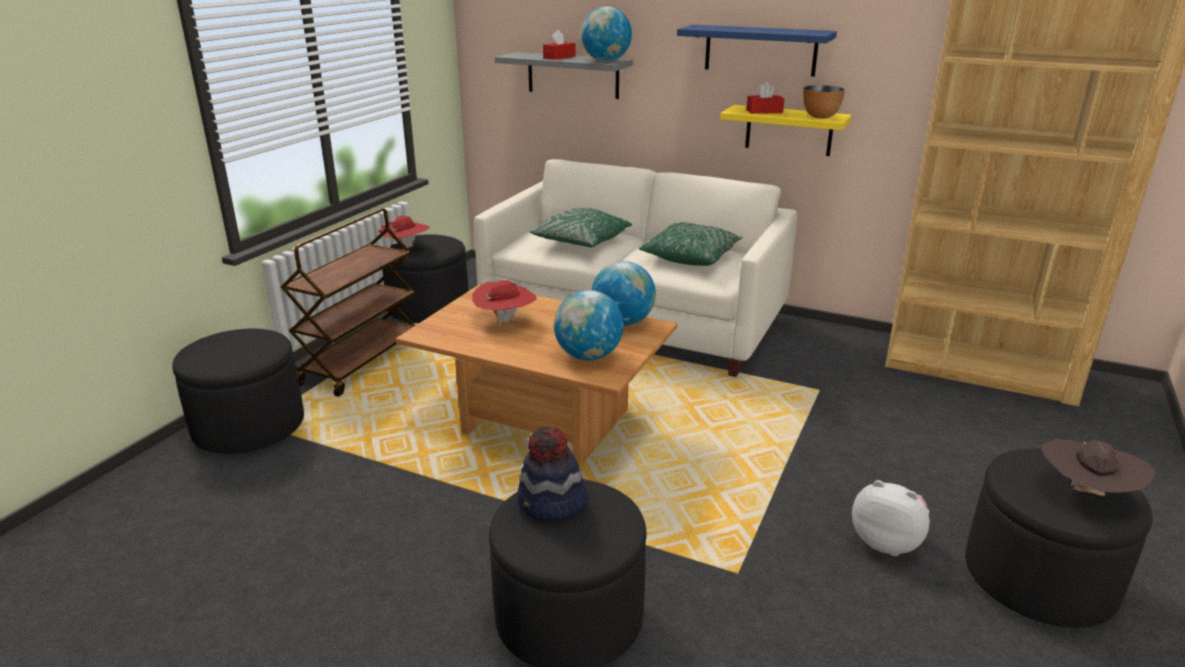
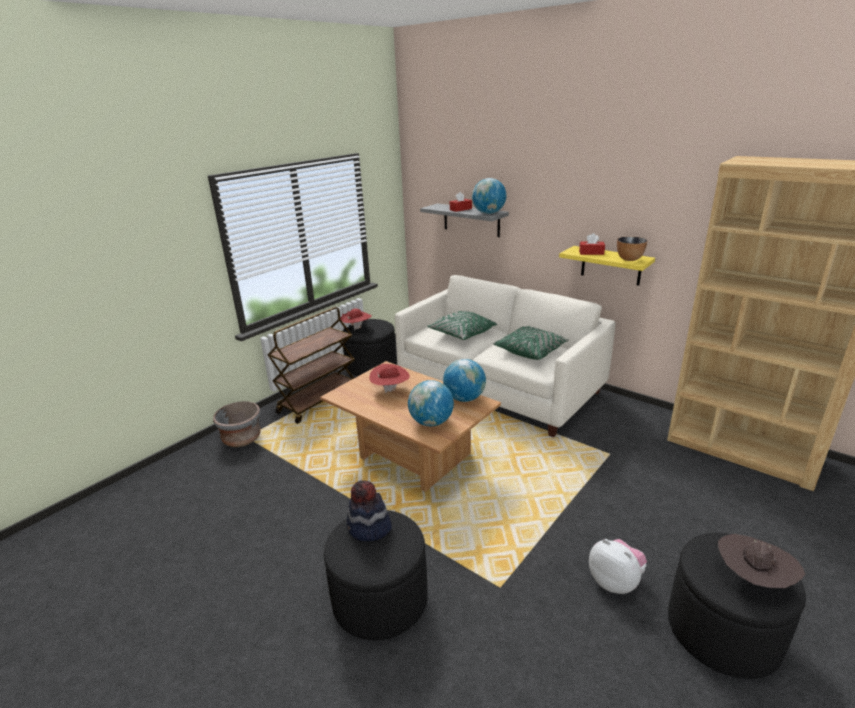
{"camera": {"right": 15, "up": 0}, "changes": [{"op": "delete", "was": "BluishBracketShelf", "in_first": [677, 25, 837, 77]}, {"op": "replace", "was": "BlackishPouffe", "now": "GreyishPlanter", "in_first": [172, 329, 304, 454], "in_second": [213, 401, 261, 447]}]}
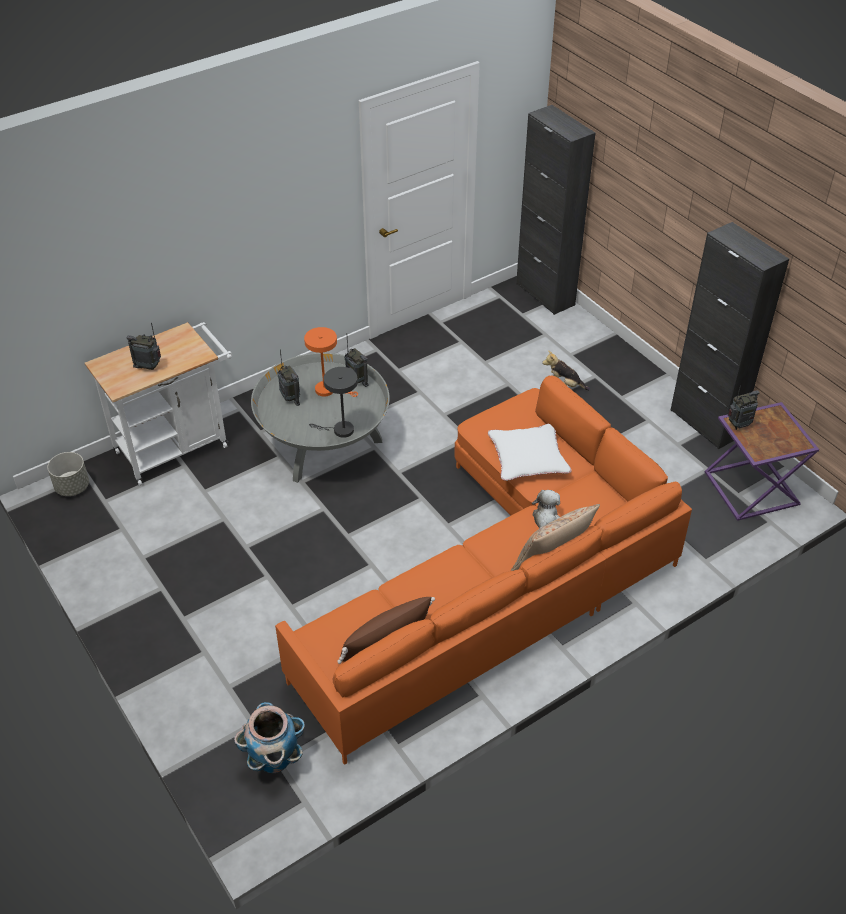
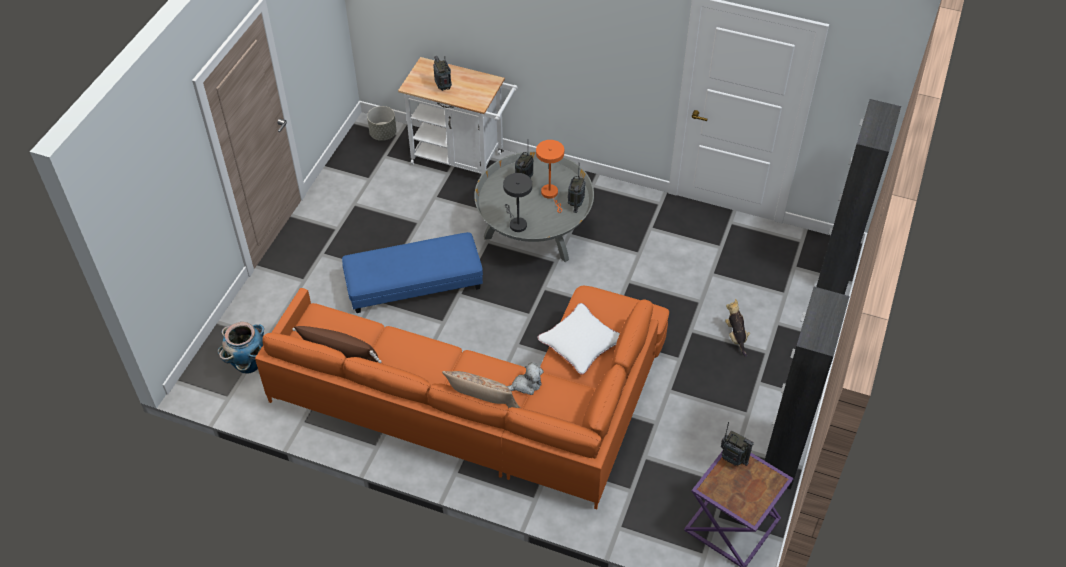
{"camera": {"right": 55, "up": 5}, "changes": [{"op": "insert", "now": "BluishPouffe", "in_second": [342, 232, 483, 313]}]}
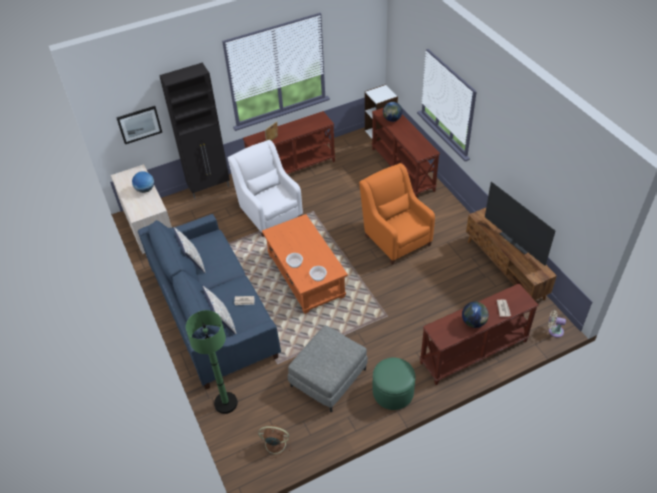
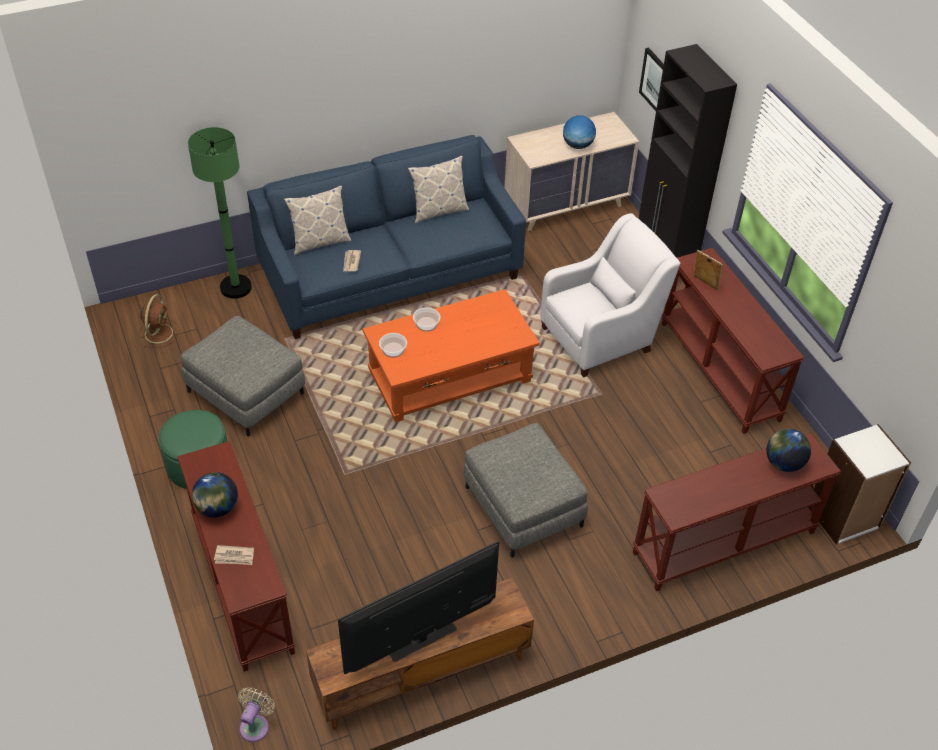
{"camera": {"right": 90, "up": 0}, "changes": [{"op": "replace", "was": "OrangeLoungeChair", "now": "GreyishPouffe", "in_first": [359, 163, 435, 265], "in_second": [464, 423, 588, 558]}]}
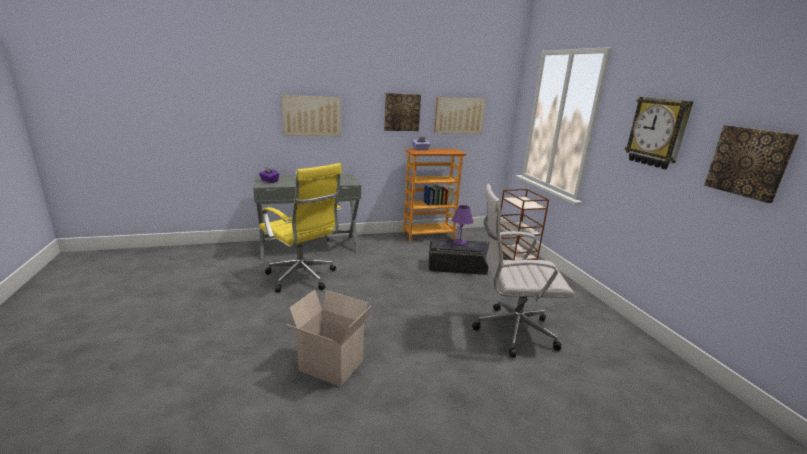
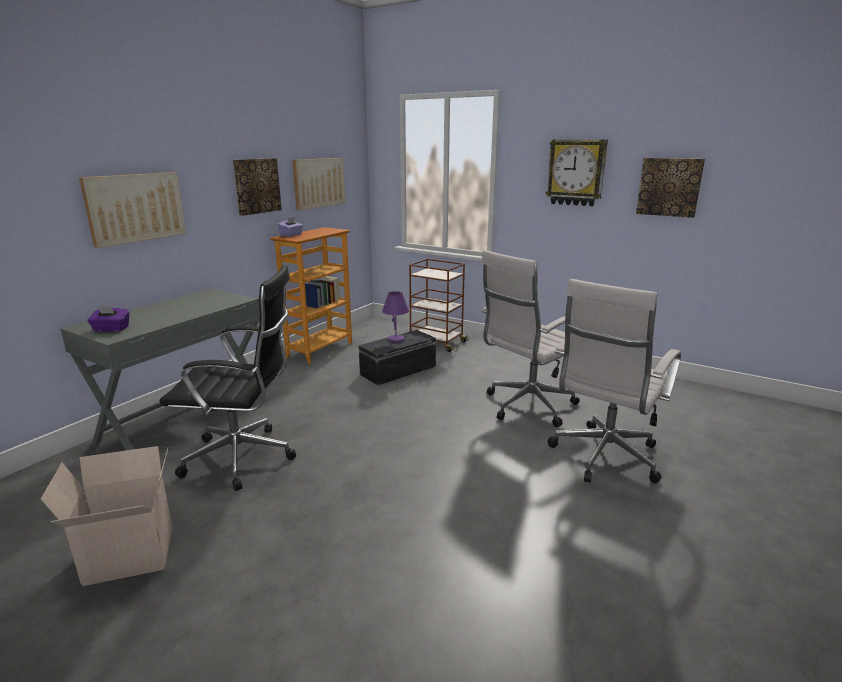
{"camera": {"right": -40, "up": 0}, "changes": [{"op": "recolor", "was": "YellowColouredOfficeChair", "now": "BlackishOfficeChair", "in_first": [259, 163, 342, 292], "in_second": [160, 265, 296, 491]}, {"op": "move", "was": "CardboardBox", "in_first": [286, 289, 371, 387], "in_second": [41, 446, 173, 586]}, {"op": "insert", "now": "WhiteColouredOfficeChair", "in_second": [548, 279, 682, 483]}]}
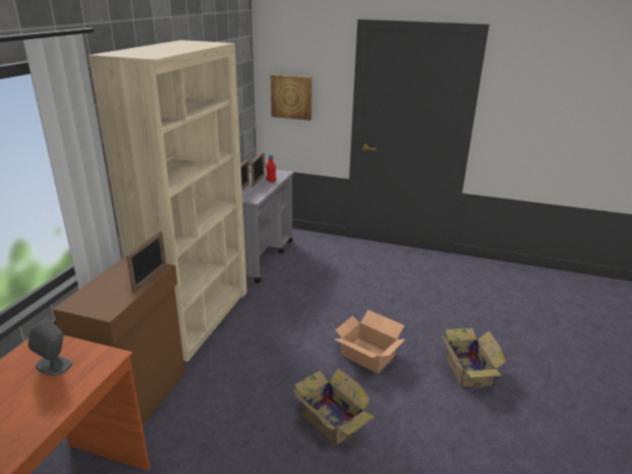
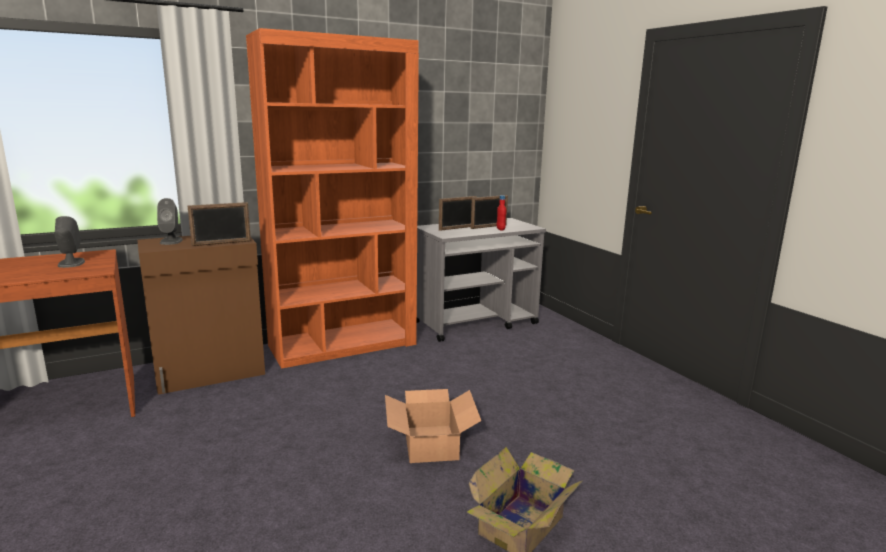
{"camera": {"right": 45, "up": -10}, "changes": [{"op": "recolor", "was": "SandColouredBookshelf", "now": "OrangeBookshelf", "in_first": [88, 40, 247, 362], "in_second": [246, 28, 419, 369]}, {"op": "delete", "was": "WallPicture", "in_first": [271, 74, 312, 120]}, {"op": "delete", "was": "CardboardBox", "in_first": [293, 368, 374, 446]}, {"op": "insert", "now": "GreyishAudioSpeaker", "in_second": [157, 198, 183, 245]}]}
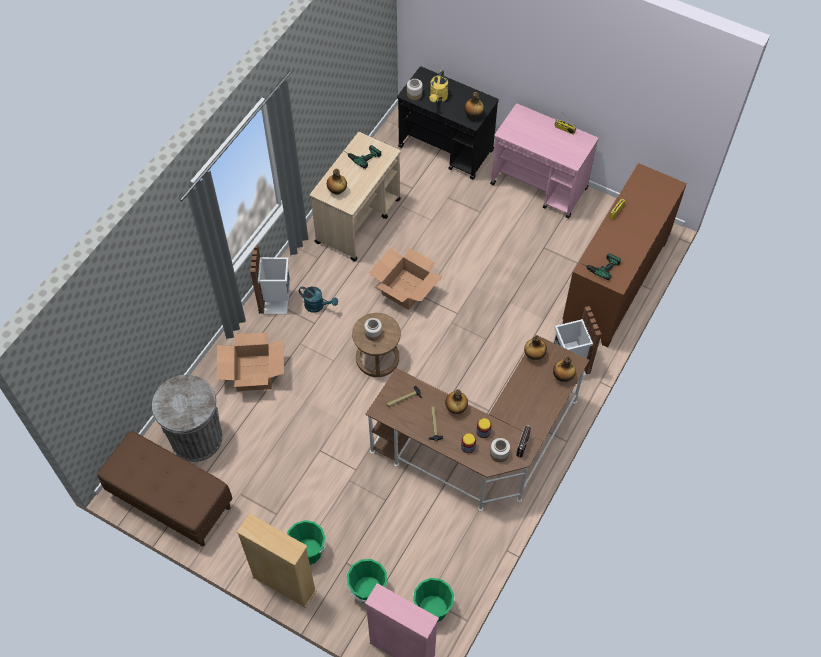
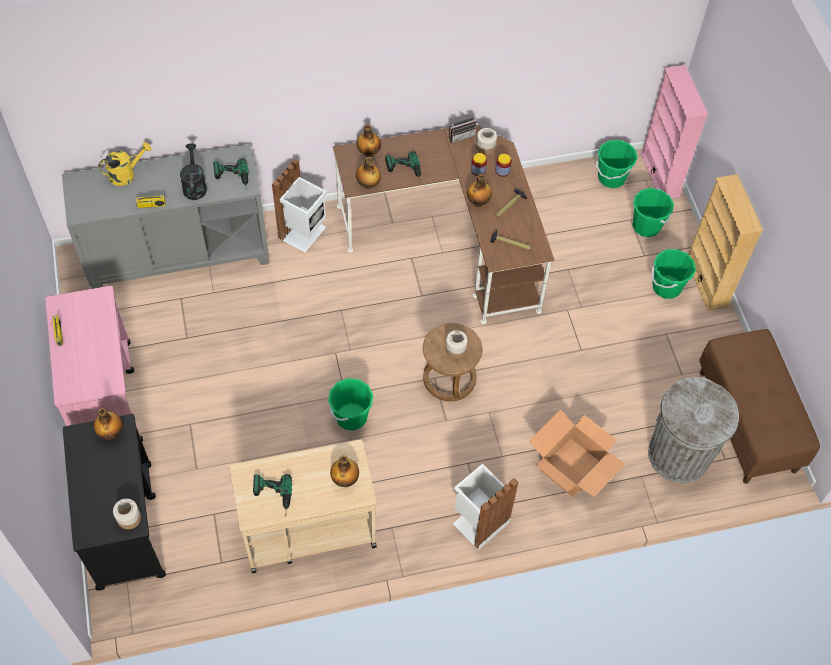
{"camera": {"right": -135, "up": 0}, "changes": [{"op": "move", "was": "YellowColouredWateringPot", "in_first": [429, 70, 448, 103], "in_second": [98, 142, 152, 186]}, {"op": "recolor", "was": "BrownColouredCupboard", "now": "GreyishCupboard", "in_first": [563, 163, 687, 348], "in_second": [62, 144, 269, 289]}, {"op": "replace", "was": "CardboardBox", "now": "GreenishWaterBucket", "in_first": [369, 248, 442, 310], "in_second": [328, 378, 373, 431]}, {"op": "delete", "was": "TurquoiseColouredWateringPot", "in_first": [299, 286, 338, 313]}, {"op": "insert", "now": "BlackishWateringPot", "in_second": [180, 143, 207, 200]}, {"op": "insert", "now": "ElectricDrill", "in_second": [385, 151, 421, 180]}]}
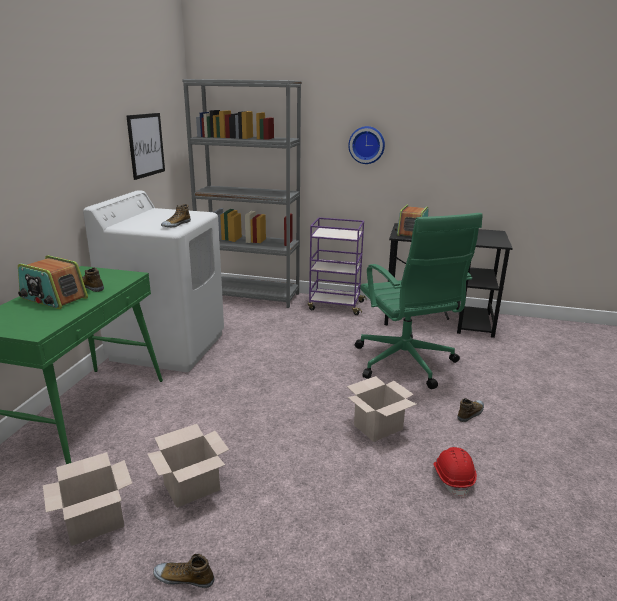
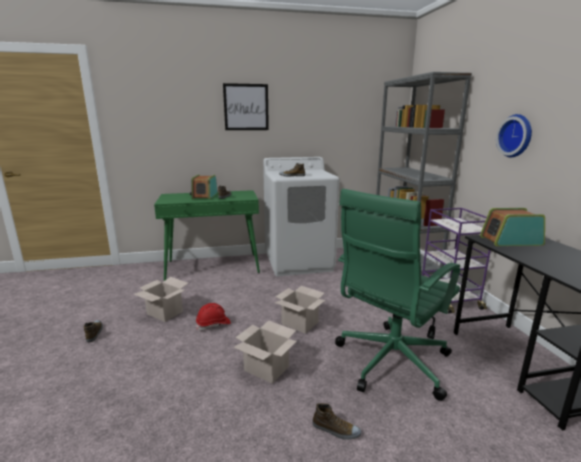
{"camera": {"right": 65, "up": -5}, "changes": [{"op": "move", "was": "WallPicture", "in_first": [126, 113, 165, 180], "in_second": [223, 83, 269, 130]}, {"op": "move", "was": "RedColouredSafetyHelmet", "in_first": [433, 447, 477, 497], "in_second": [196, 303, 231, 330]}, {"op": "move", "was": "CardboardBox", "in_first": [43, 452, 133, 546], "in_second": [275, 286, 326, 334]}]}
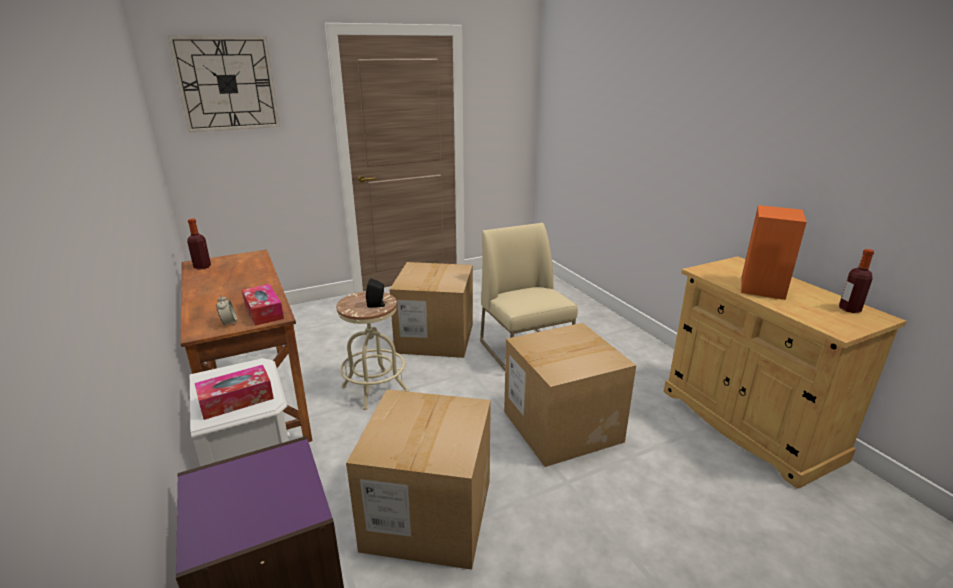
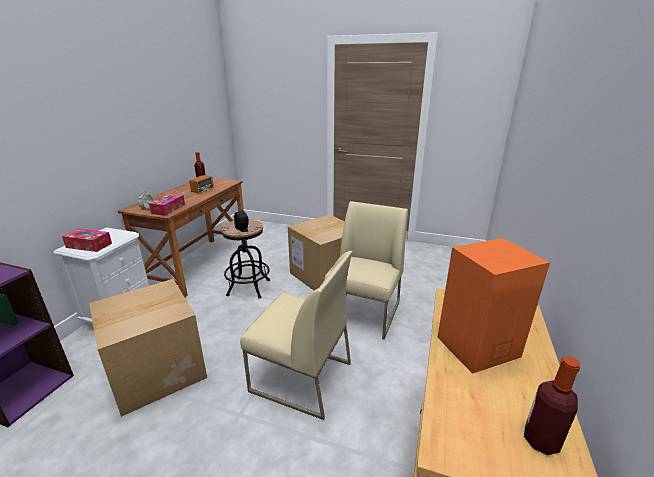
{"camera": {"right": 45, "up": 0}, "changes": [{"op": "delete", "was": "ClockOnTheWall", "in_first": [168, 36, 280, 132]}, {"op": "recolor", "was": "SandColouredStool", "now": "BlackishStool", "in_first": [336, 291, 409, 410], "in_second": [221, 219, 270, 299]}, {"op": "replace", "was": "CardboardBox", "now": "SandColouredPlainChair", "in_first": [504, 323, 636, 467], "in_second": [240, 251, 352, 420]}, {"op": "insert", "now": "RadioReceiver", "in_second": [168, 175, 214, 195]}]}
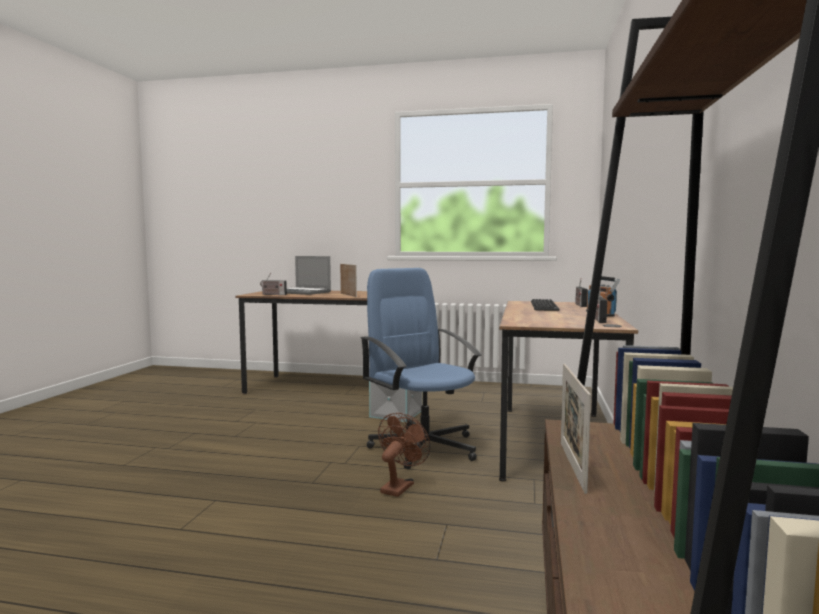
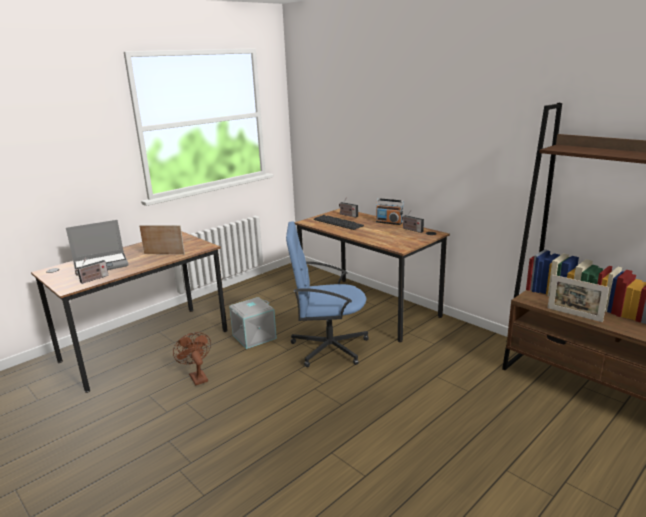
{"camera": {"right": -55, "up": 15}, "changes": [{"op": "move", "was": "BrownColouredCoolingFan", "in_first": [378, 413, 430, 497], "in_second": [173, 332, 211, 386]}]}
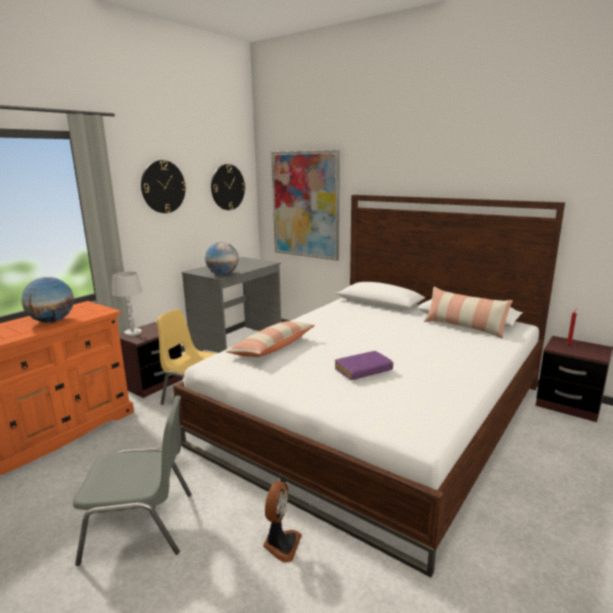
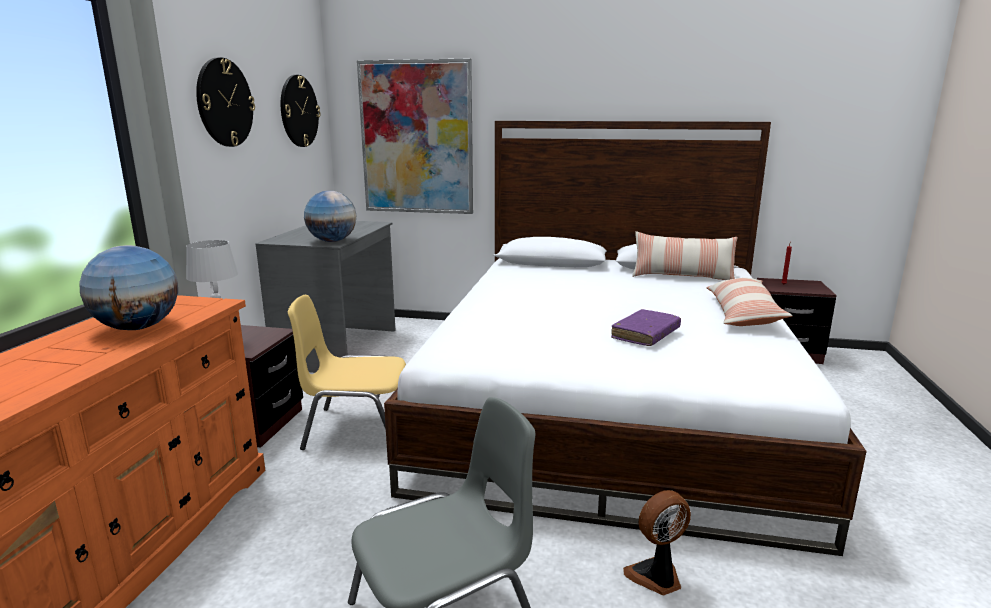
{"camera": {"right": -25, "up": 0}, "changes": [{"op": "move", "was": "Cushion", "in_first": [226, 321, 315, 357], "in_second": [706, 278, 793, 326]}, {"op": "rotate", "was": "CoolingFan", "in_first": [263, 481, 302, 563], "in_second": [623, 490, 691, 595], "clockwise": -105}]}
